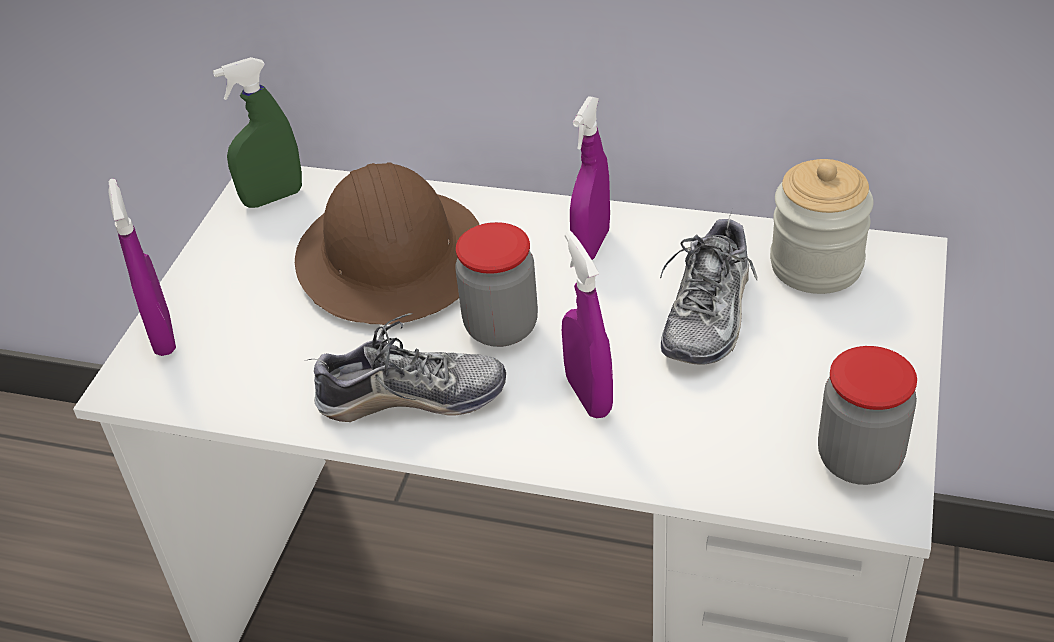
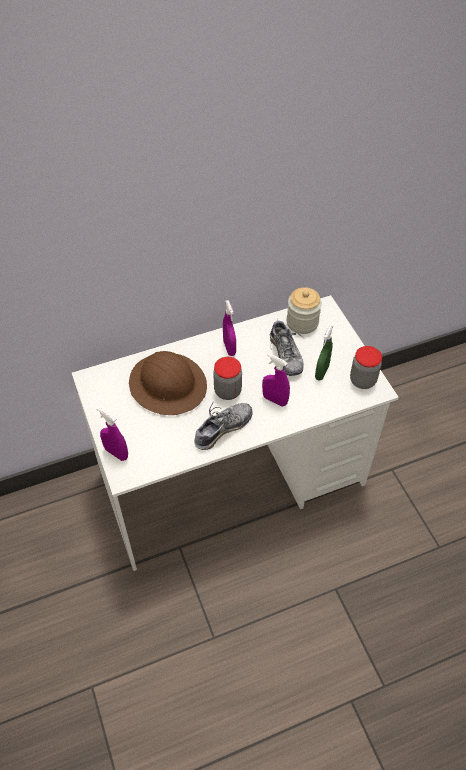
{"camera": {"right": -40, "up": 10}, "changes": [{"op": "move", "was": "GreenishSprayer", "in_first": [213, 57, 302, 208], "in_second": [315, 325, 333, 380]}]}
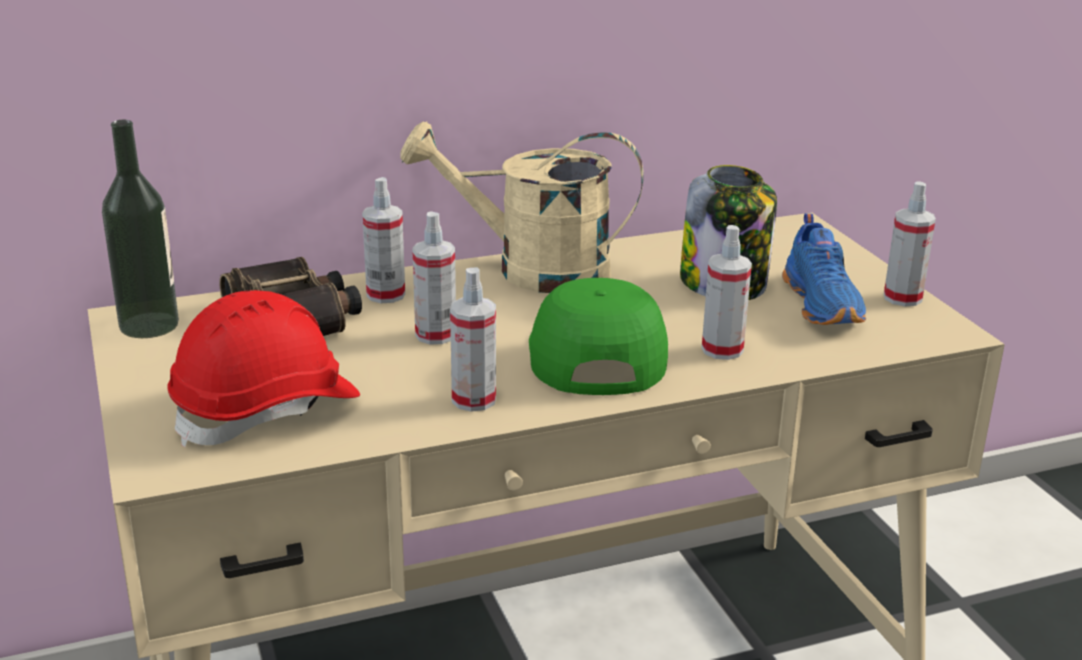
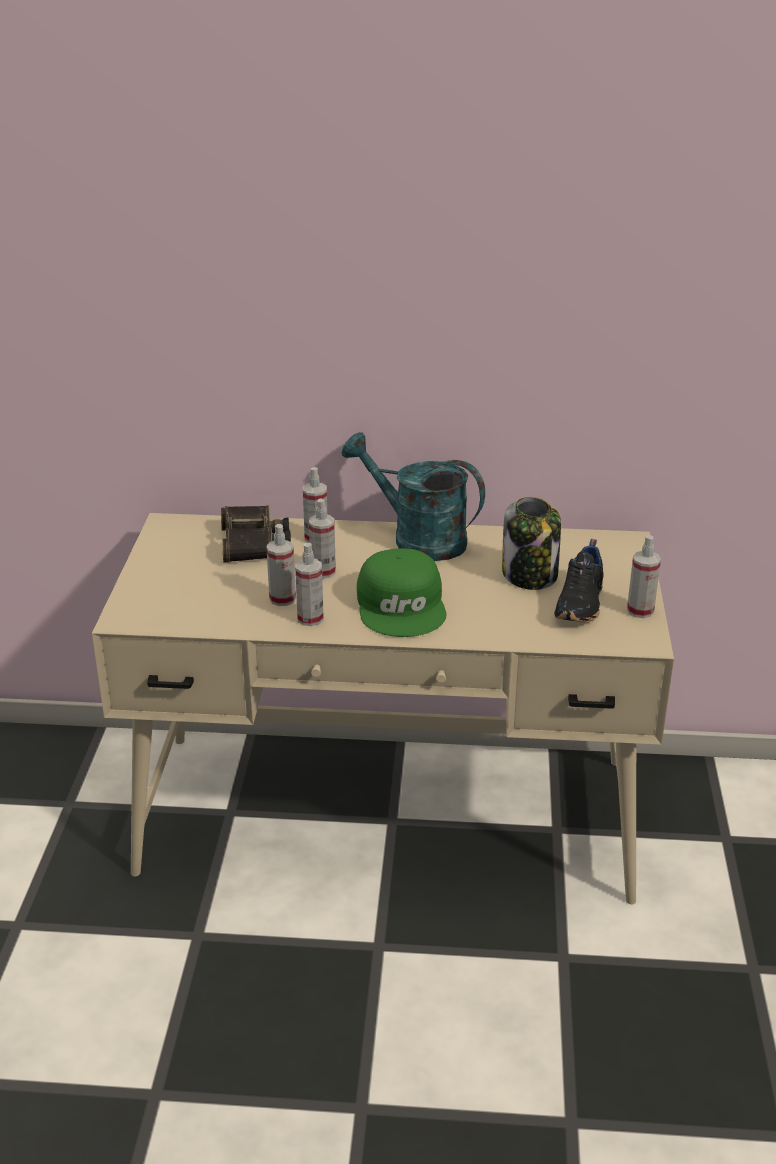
{"camera": {"right": 25, "up": 5}, "changes": [{"op": "delete", "was": "DrinkBottle", "in_first": [102, 120, 179, 338]}, {"op": "recolor", "was": "SandColouredWateringPot", "now": "TurquoiseColouredWateringPot", "in_first": [401, 121, 643, 293], "in_second": [341, 432, 485, 561]}, {"op": "recolor", "was": "BluishLowShoe", "now": "BlackishLowShoe", "in_first": [782, 214, 866, 325], "in_second": [554, 539, 604, 622]}, {"op": "move", "was": "Sprayer", "in_first": [702, 225, 752, 360], "in_second": [266, 524, 296, 606]}, {"op": "rotate", "was": "GreenishPeakedCap", "in_first": [529, 278, 668, 395], "in_second": [357, 548, 446, 637], "clockwise": 150}, {"op": "delete", "was": "RedColouredSafetyHelmet", "in_first": [167, 290, 360, 447]}]}
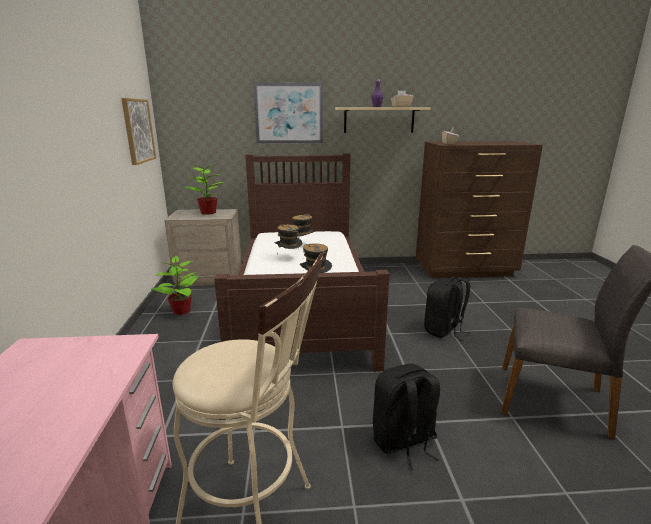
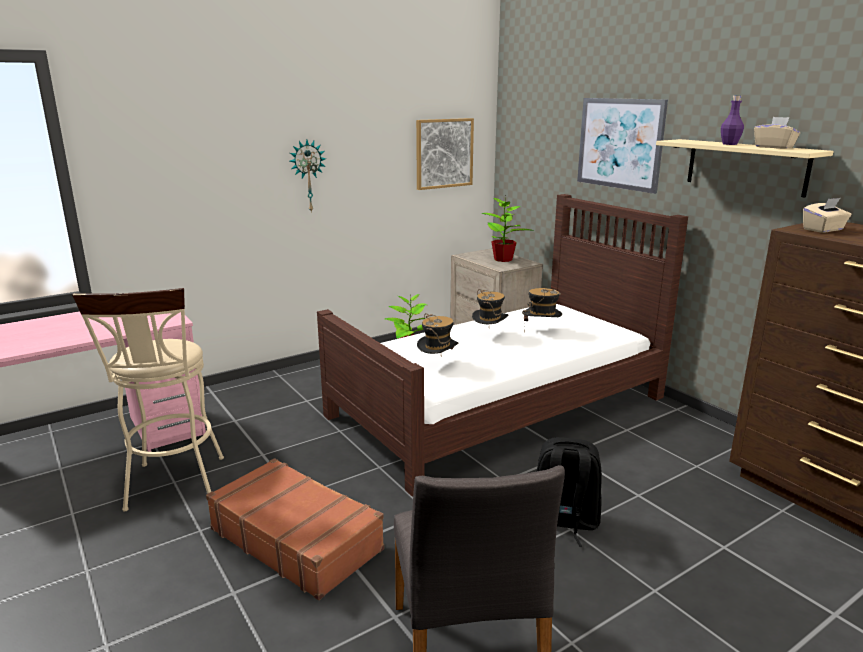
{"camera": {"right": 60, "up": 0}, "changes": [{"op": "replace", "was": "BlackishKnapsack", "now": "BrownColouredTravelCase", "in_first": [373, 364, 440, 470], "in_second": [206, 458, 384, 600]}, {"op": "insert", "now": "ClockOnTheWall", "in_second": [290, 140, 326, 213]}]}
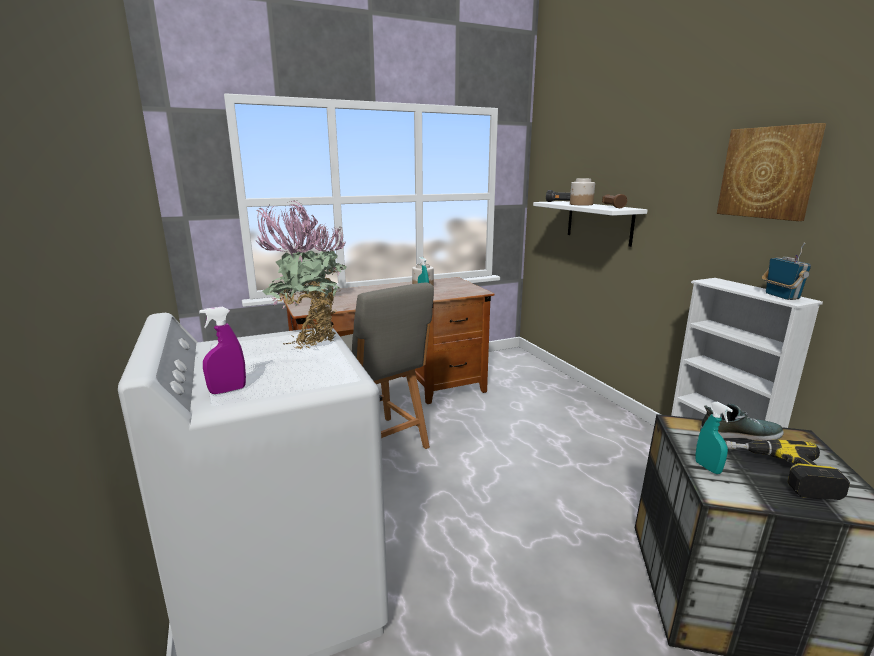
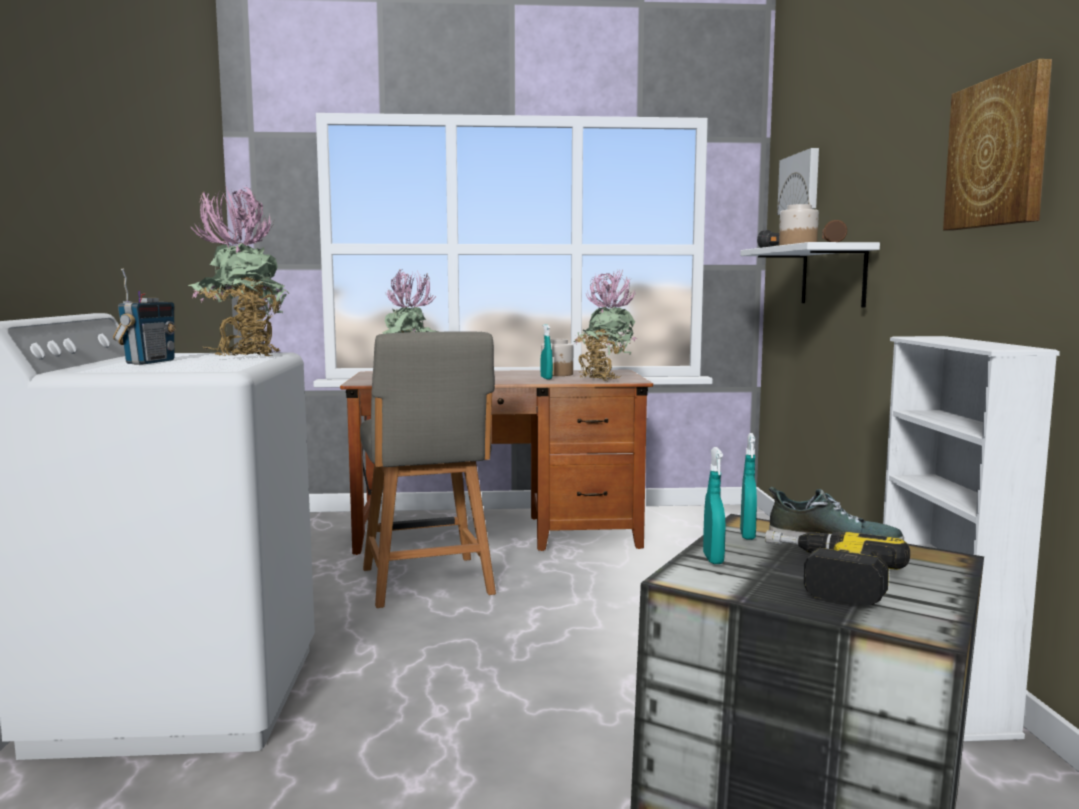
{"camera": {"right": 20, "up": -10}, "changes": [{"op": "move", "was": "RadioReceiver", "in_first": [762, 242, 811, 300], "in_second": [113, 268, 176, 365]}, {"op": "delete", "was": "PurpleColouredSprayer", "in_first": [199, 307, 246, 394]}, {"op": "insert", "now": "WallPicture", "in_second": [777, 148, 819, 215]}, {"op": "insert", "now": "Houseplant", "in_second": [574, 269, 637, 381]}, {"op": "insert", "now": "TurquoiseColouredSprayer", "in_second": [740, 433, 757, 540]}]}
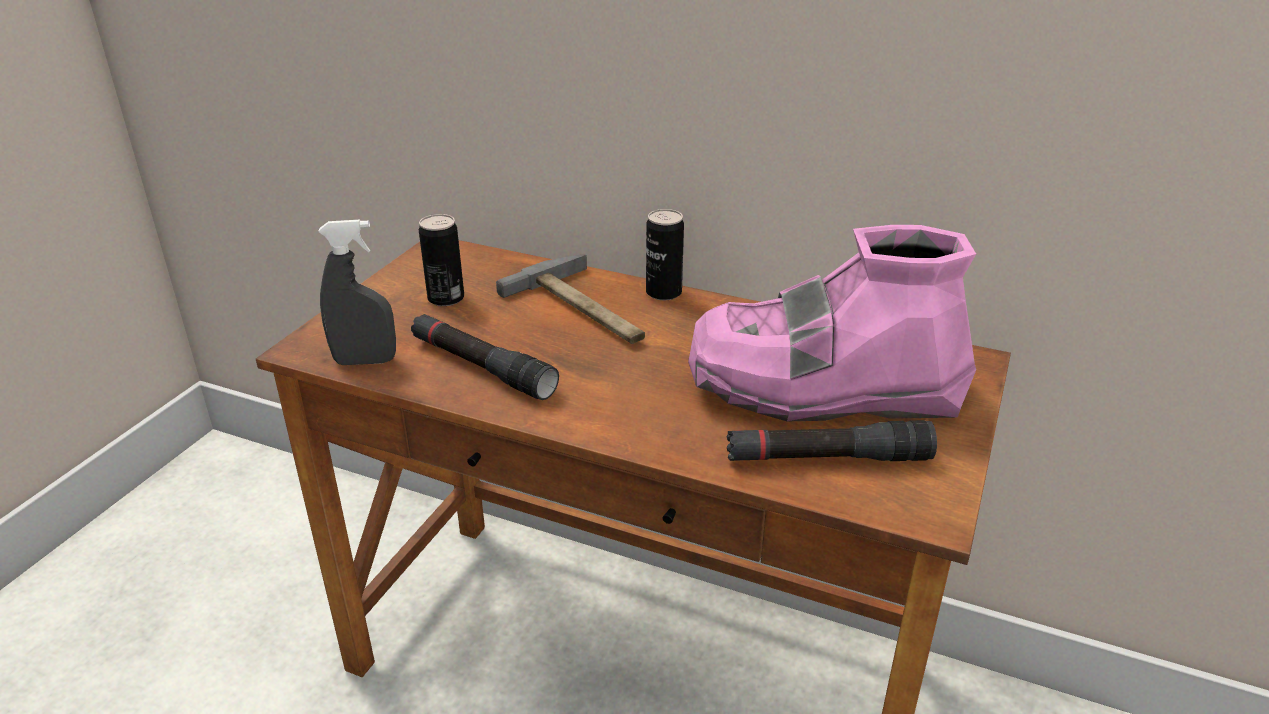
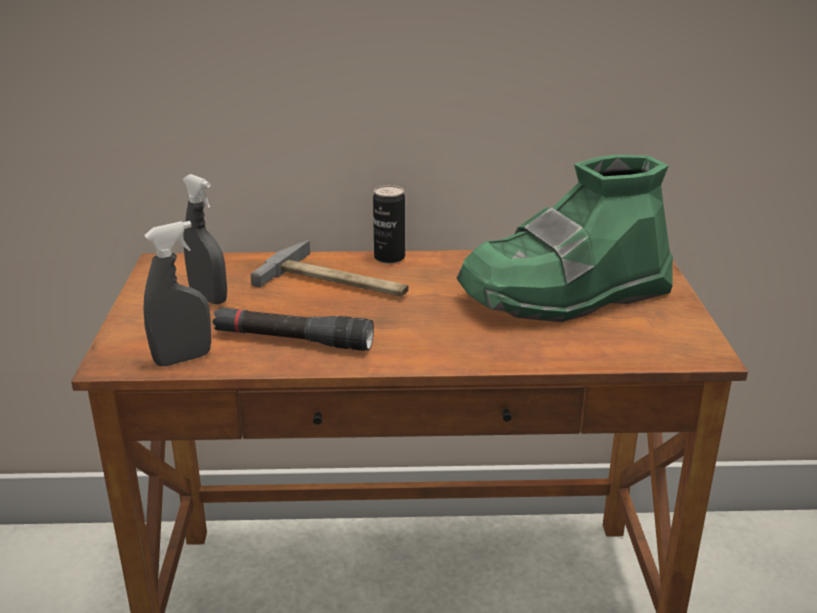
{"camera": {"right": -25, "up": -5}, "changes": [{"op": "replace", "was": "Can", "now": "GreyishSprayer", "in_first": [419, 214, 464, 306], "in_second": [183, 174, 227, 304]}, {"op": "recolor", "was": "PinkColouredBoot", "now": "GreenishBoot", "in_first": [688, 225, 976, 421], "in_second": [456, 155, 673, 322]}, {"op": "delete", "was": "BlackishHandTorch", "in_first": [727, 420, 937, 461]}]}
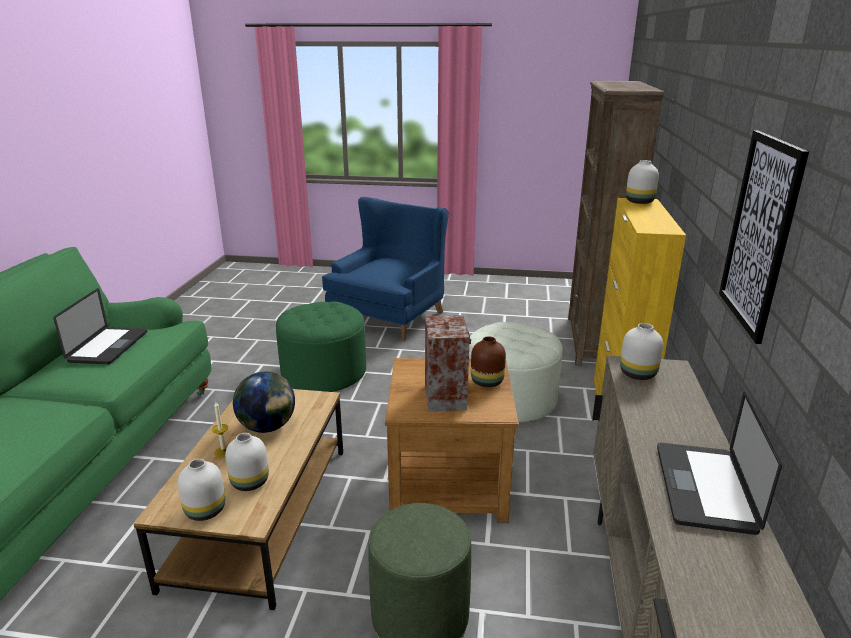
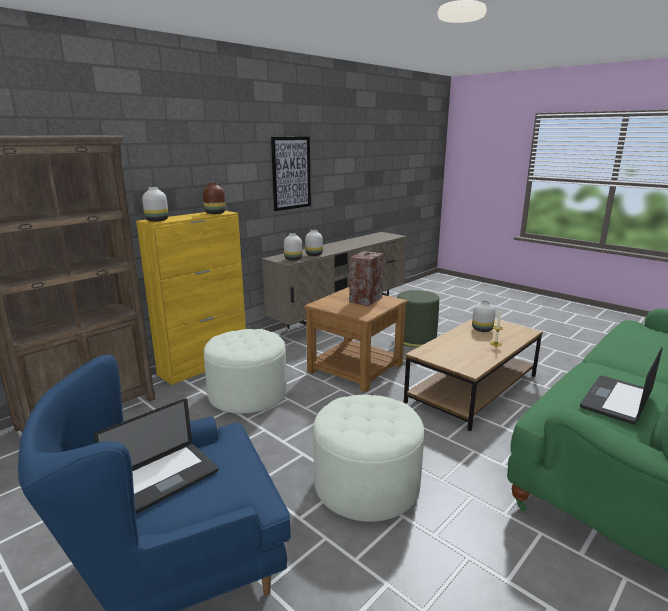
{"camera": {"right": -145, "up": -5}, "changes": [{"op": "recolor", "was": "GreenishPouffe", "now": "WhiteColouredPouffe", "in_first": [276, 302, 366, 392], "in_second": [313, 395, 424, 522]}, {"op": "move", "was": "BrownColouredDecorativeVase", "in_first": [471, 336, 506, 387], "in_second": [203, 183, 226, 214]}, {"op": "delete", "was": "WorldGlobe", "in_first": [233, 371, 295, 433]}, {"op": "move", "was": "Laptop", "in_first": [657, 391, 782, 535], "in_second": [94, 398, 218, 514]}, {"op": "move", "was": "WhiteColouredDecorativeVase", "in_first": [178, 459, 225, 521], "in_second": [305, 230, 323, 256]}]}
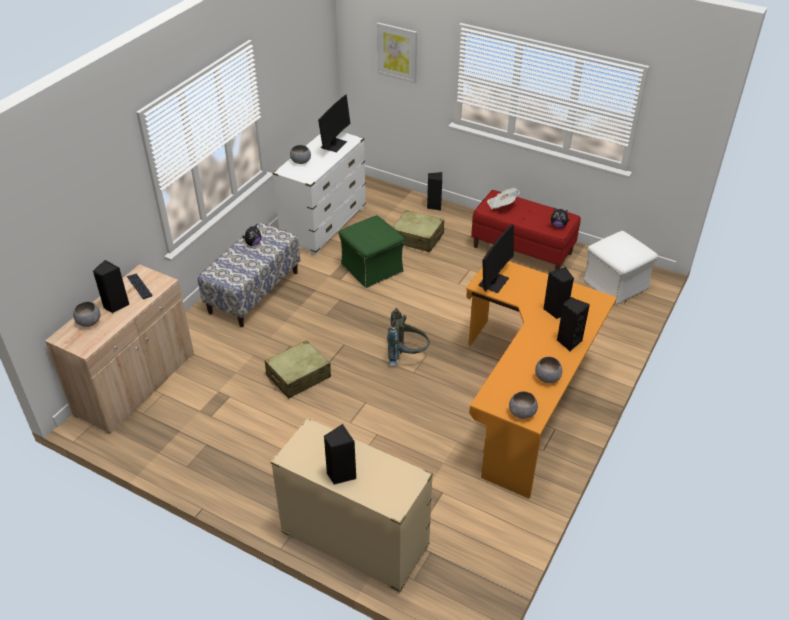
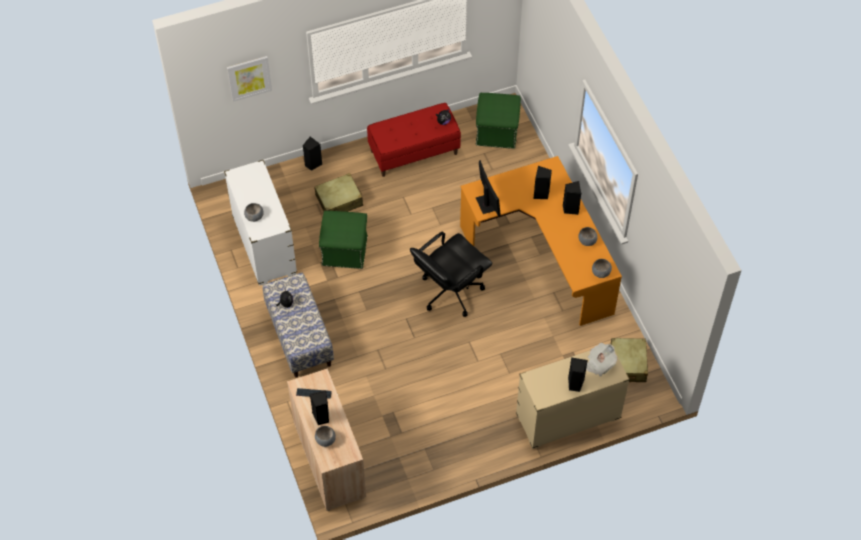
{"camera": {"right": -50, "up": 15}, "changes": [{"op": "delete", "was": "ComputerScreen", "in_first": [318, 94, 350, 153]}, {"op": "move", "was": "DailyPaper", "in_first": [487, 188, 520, 209], "in_second": [586, 343, 617, 376]}, {"op": "recolor", "was": "WhiteColouredPouffe", "now": "GreenishPouffe", "in_first": [583, 231, 658, 305], "in_second": [476, 93, 521, 149]}, {"op": "replace", "was": "GreyishKnapsack", "now": "BlackishOfficeChair", "in_first": [387, 308, 430, 365], "in_second": [410, 231, 492, 317]}, {"op": "move", "was": "SandColouredTravelCase", "in_first": [265, 340, 331, 398], "in_second": [611, 338, 648, 382]}]}
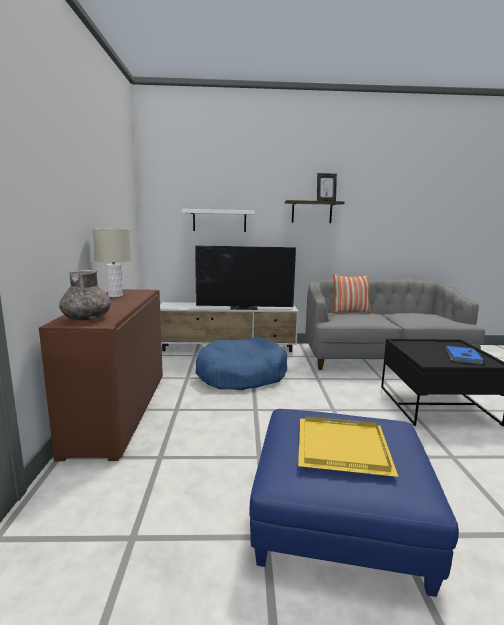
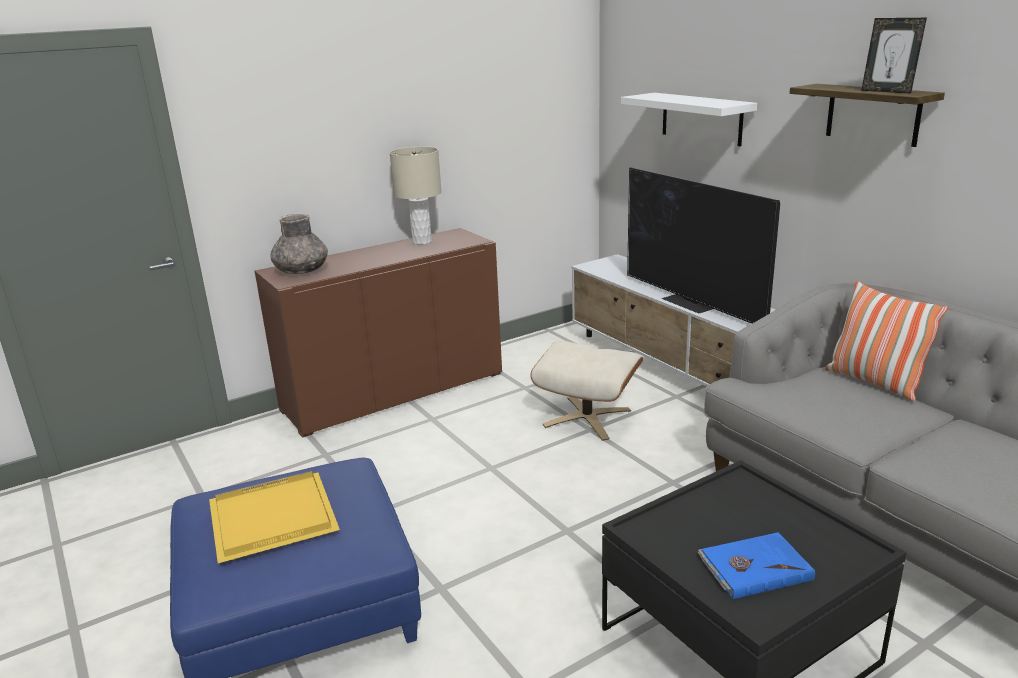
{"camera": {"right": 60, "up": 10}, "changes": [{"op": "replace", "was": "BluishDogBed", "now": "SandColouredPouffe", "in_first": [195, 337, 287, 390], "in_second": [530, 341, 643, 441]}]}
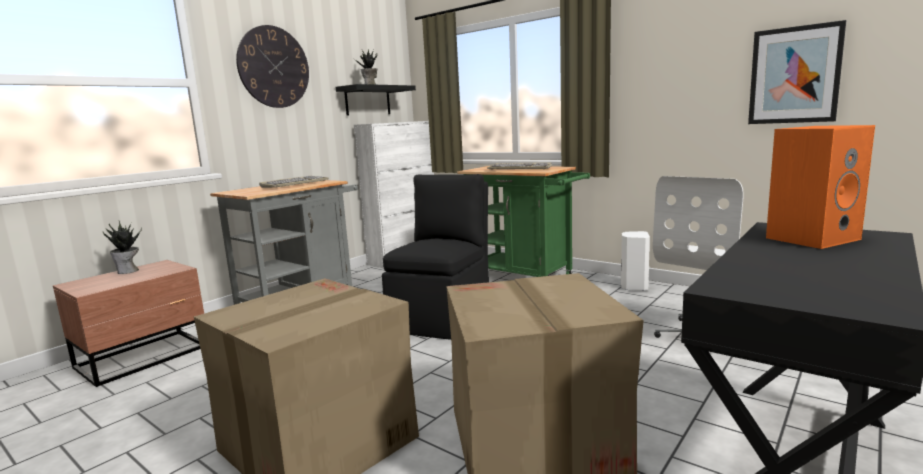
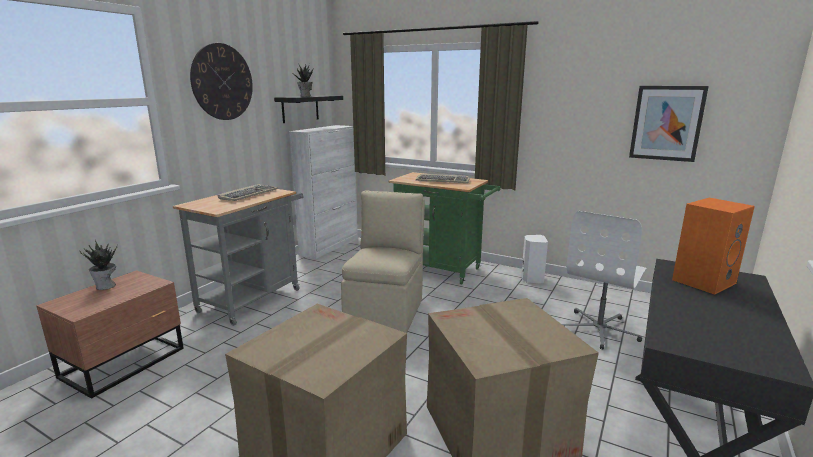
{"camera": {"right": -10, "up": 5}, "changes": [{"op": "recolor", "was": "BlackishPlainChair", "now": "SandColouredPlainChair", "in_first": [382, 174, 489, 340], "in_second": [341, 190, 425, 333]}]}
